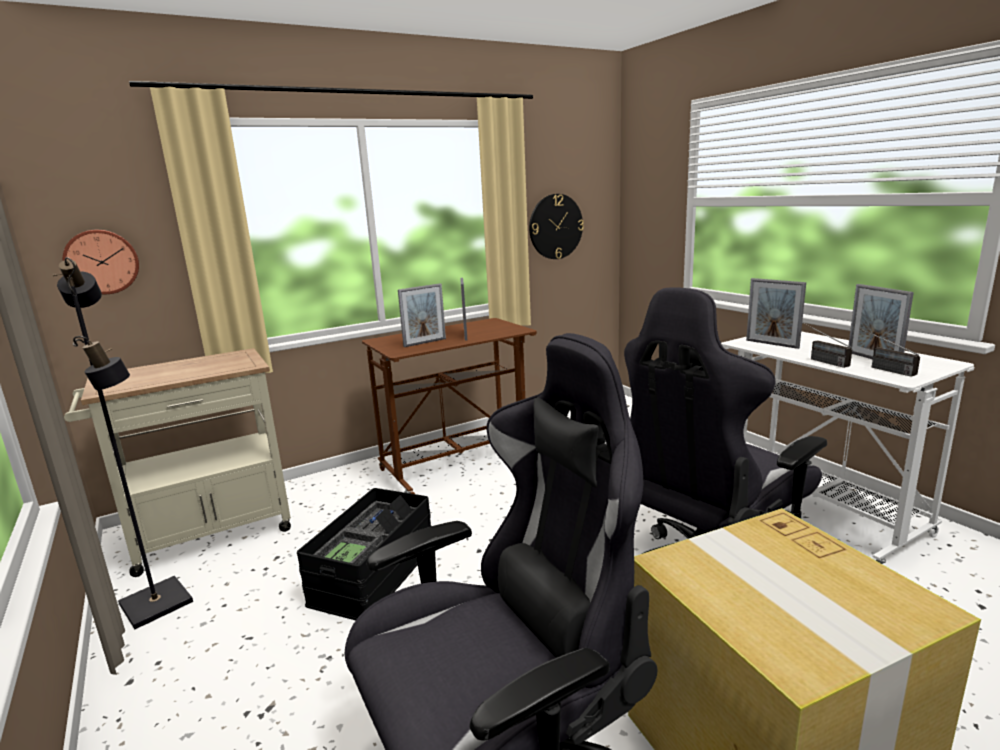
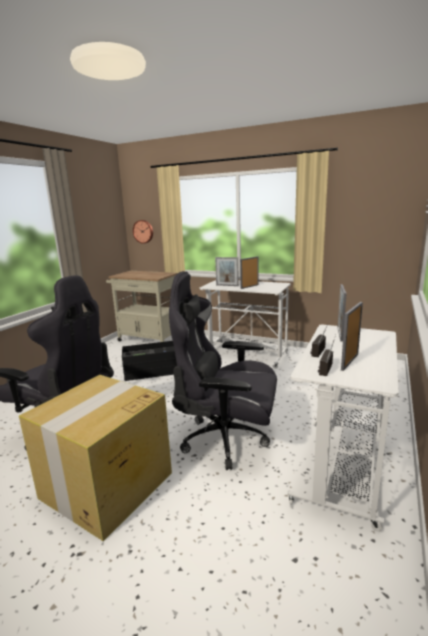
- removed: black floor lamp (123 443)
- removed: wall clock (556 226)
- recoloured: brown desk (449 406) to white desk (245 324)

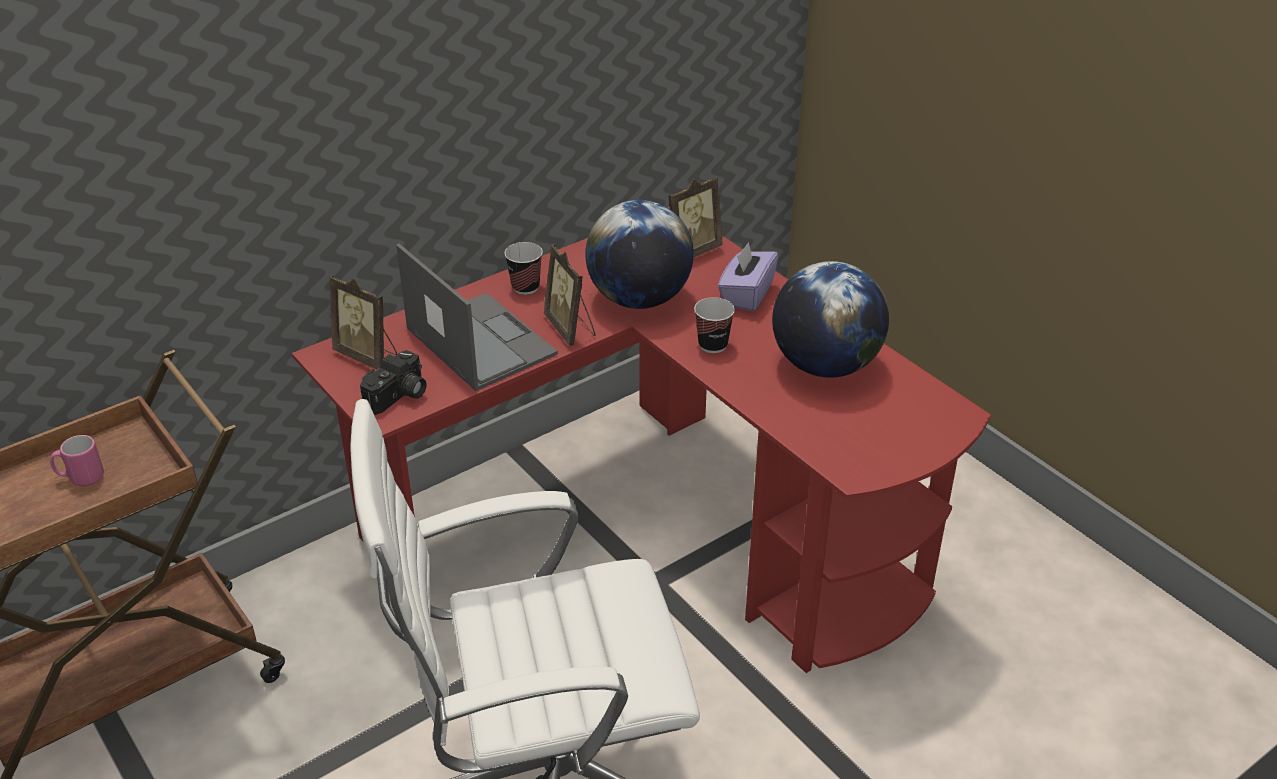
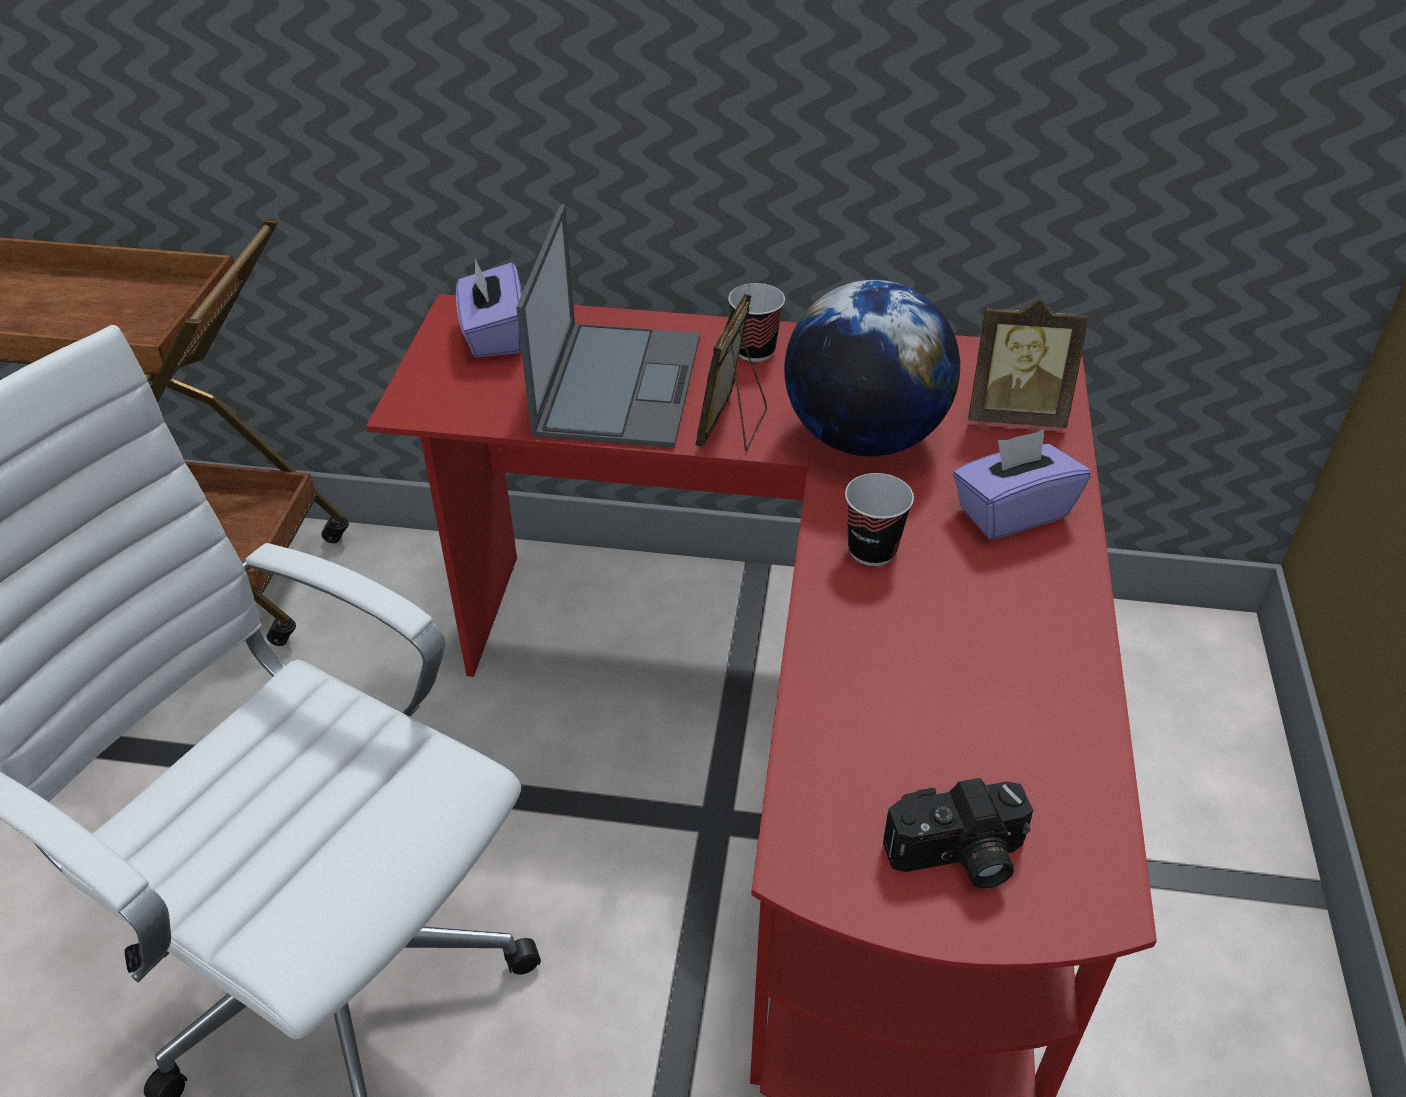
- removed: pink mug (77 460)
- removed: globe (830 319)
- moved: photo camera (393 382) to (958 833)
- replaced: picture frame (363 322) to purple tissue box (489 308)

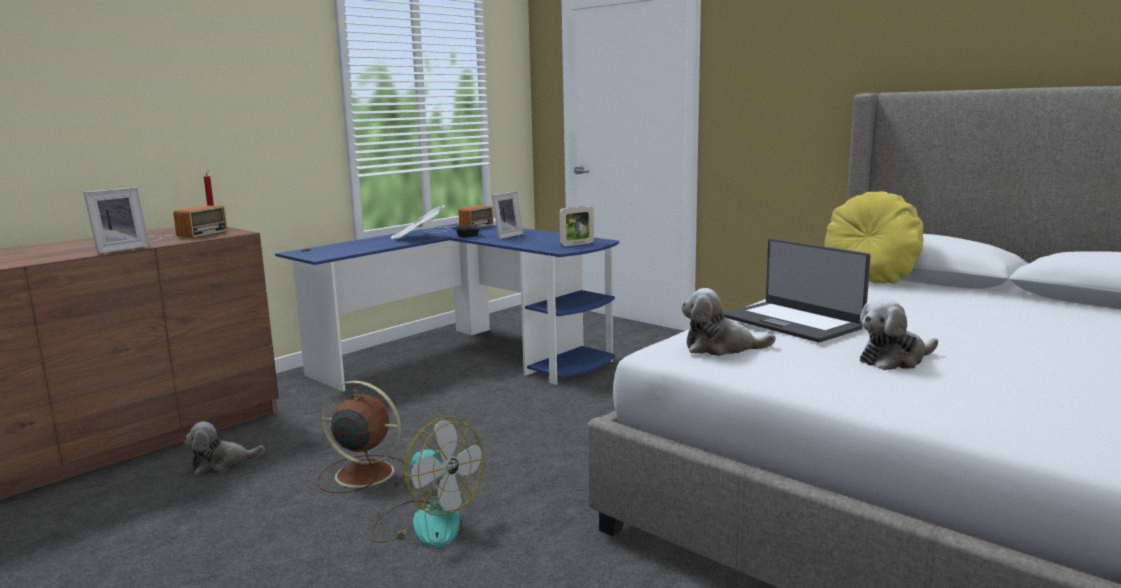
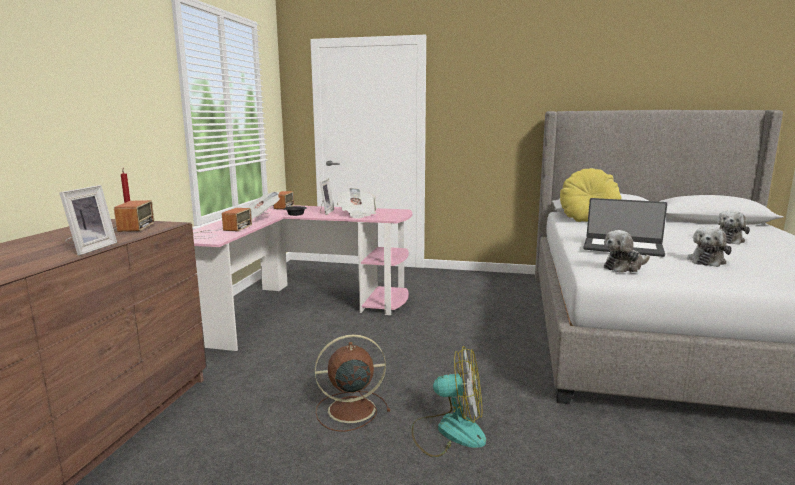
- removed: picture frame (576 226)
- added: radio (222 223)
- added: newspaper (357 203)
- moved: plush toy (224 448) to (733 227)
- recoloured: blue desk (447 307) to pink desk (302 278)

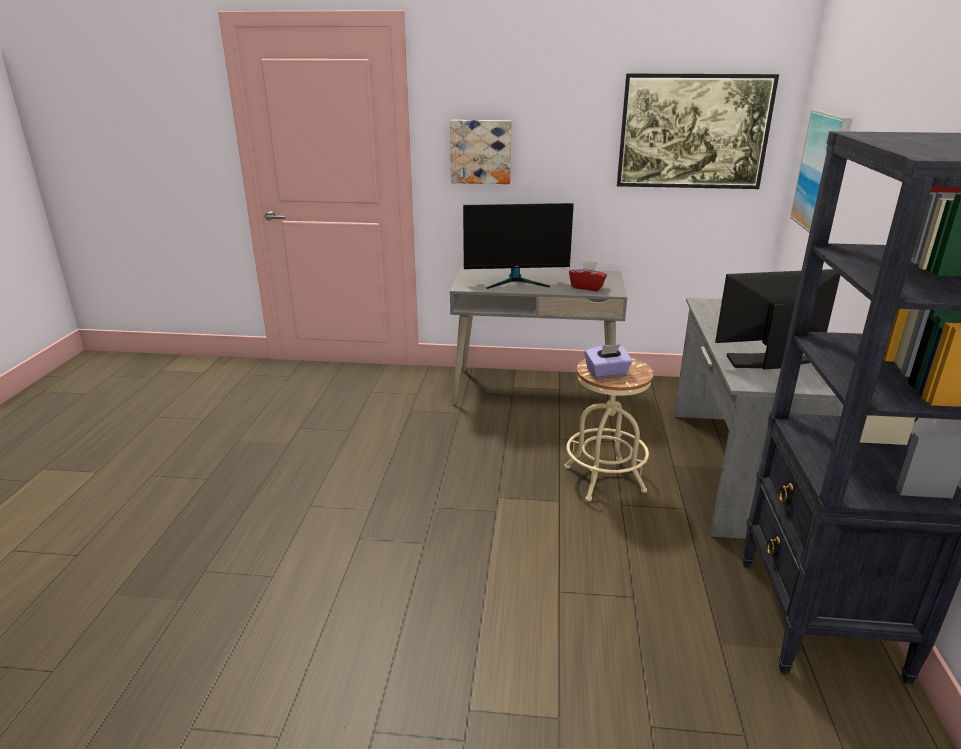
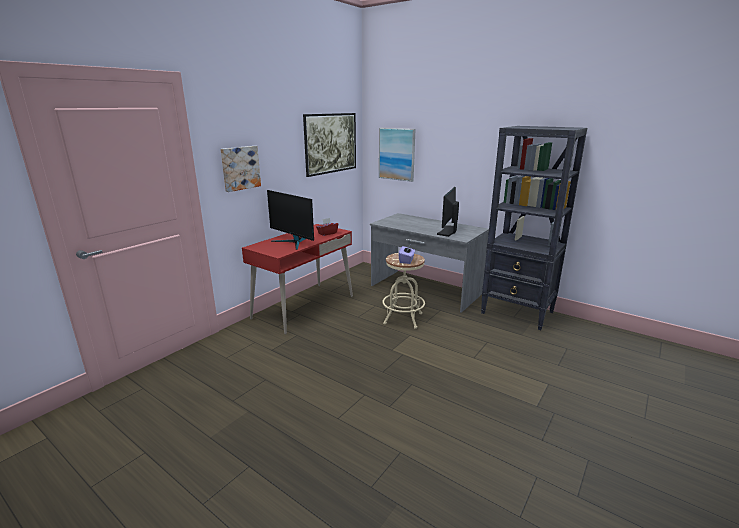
- recoloured: grey desk (538 335) to red desk (297 279)
- turned: monitor (518 246) = (290 220) 105 degrees clockwise

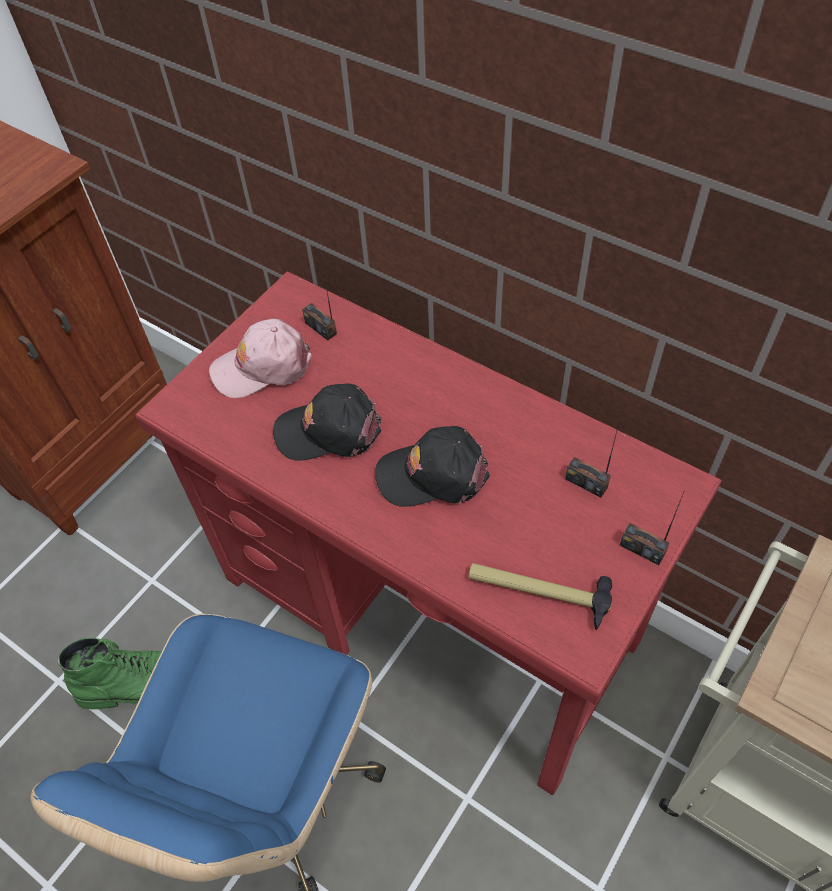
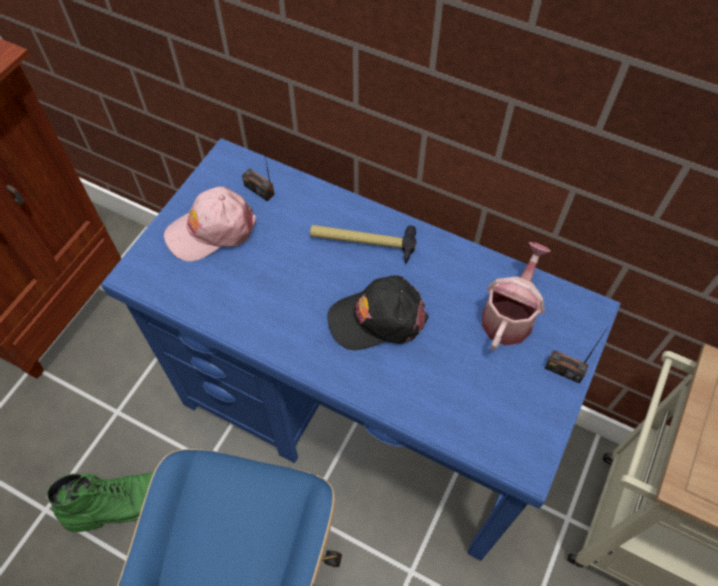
- removed: black cap (327 422)
- moved: hammer (540 596) to (363 244)
- replaced: radio (592 458) to watering can (516 296)
- recoloured: red desk (429 533) to blue desk (361 349)

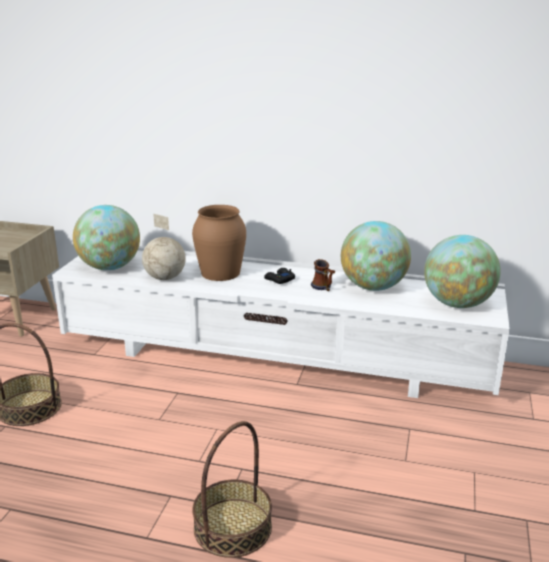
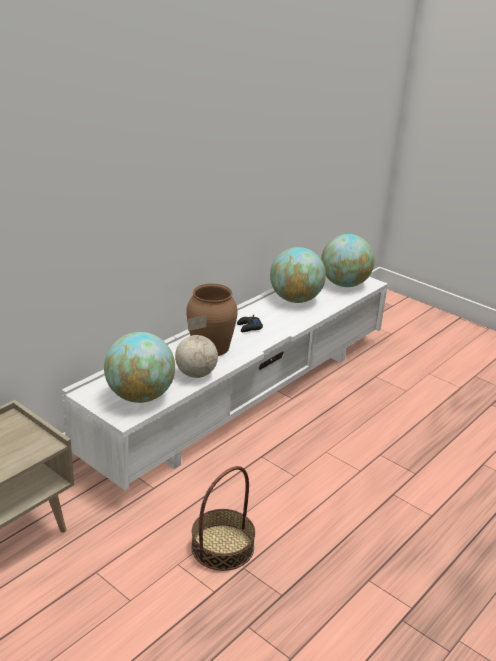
- removed: basket (232 489)
- removed: mug (323 275)

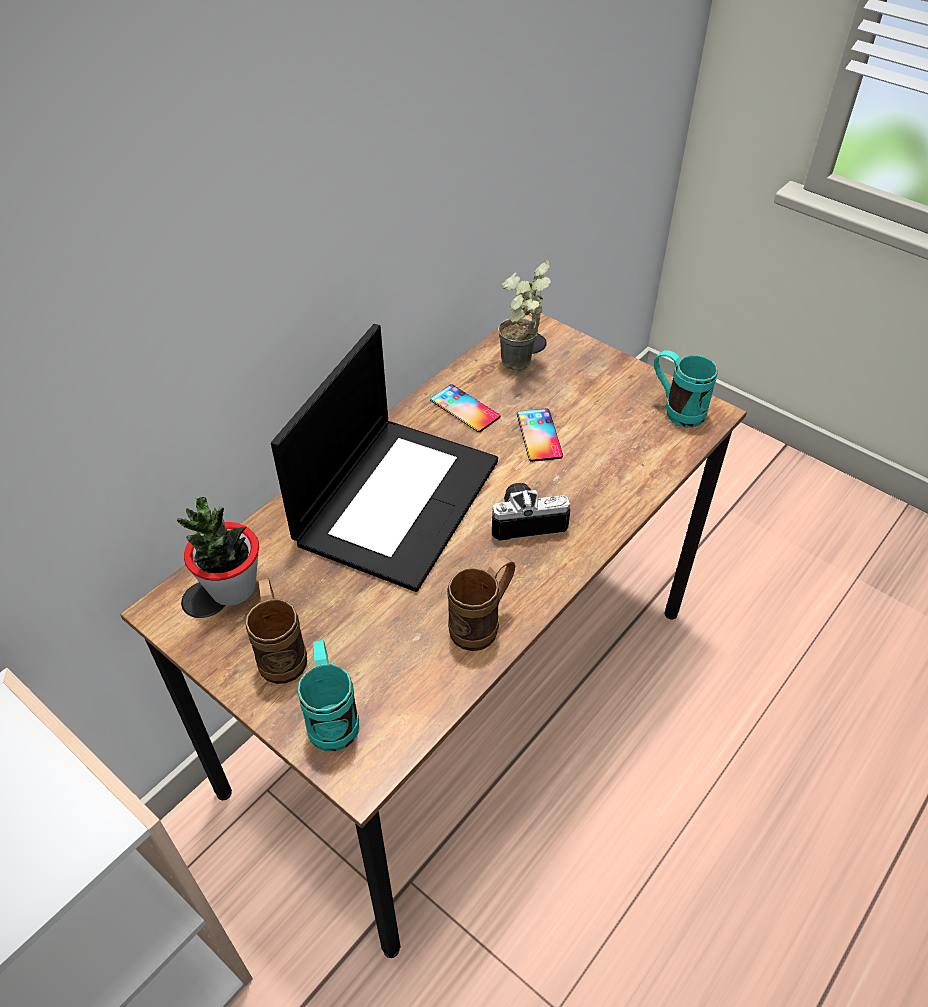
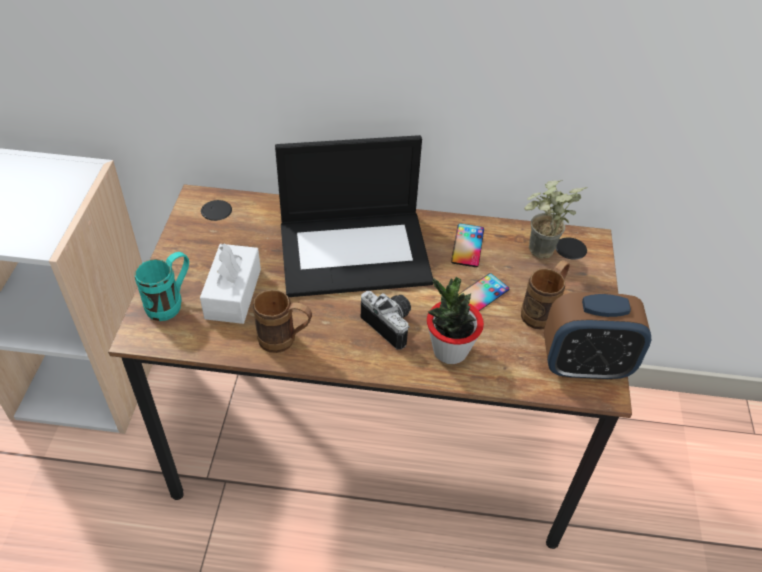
- added: white tissue box (230 283)
- moved: potted plant (218 551) to (455 320)
- moved: brown mug (276 631) to (545 295)
- replaced: turquoise mug (686 389) to alarm clock (597 336)

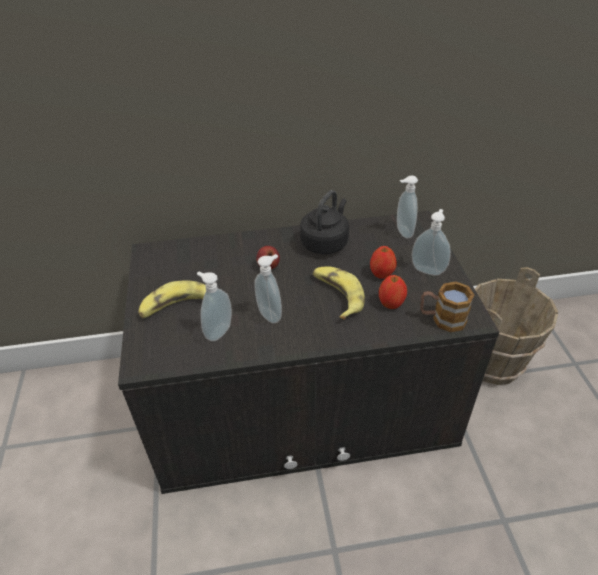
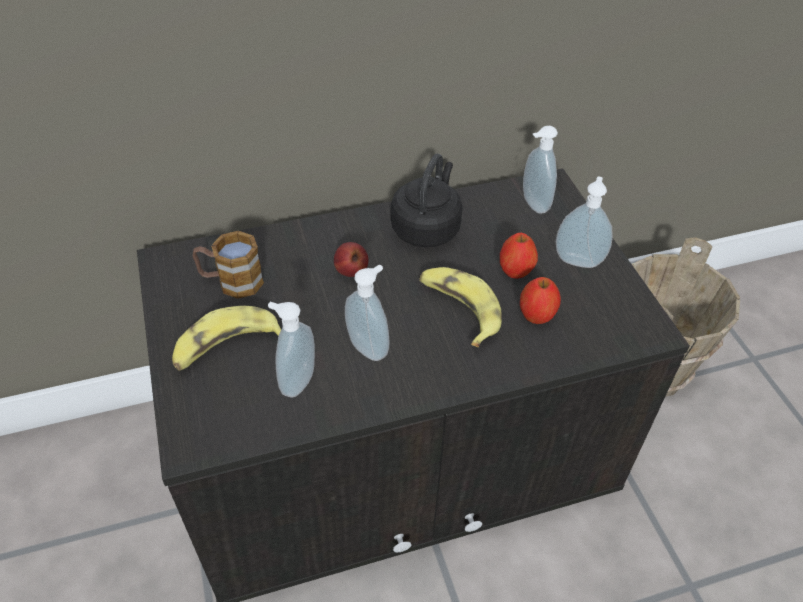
- moved: mug (447 307) to (228 265)

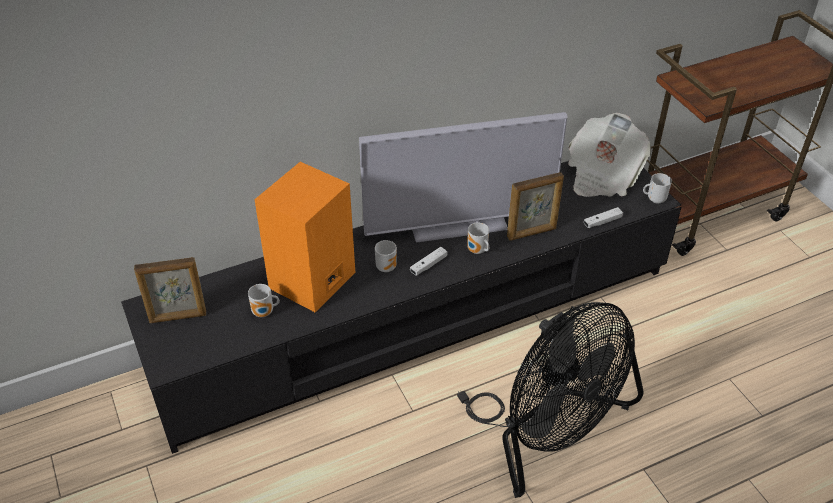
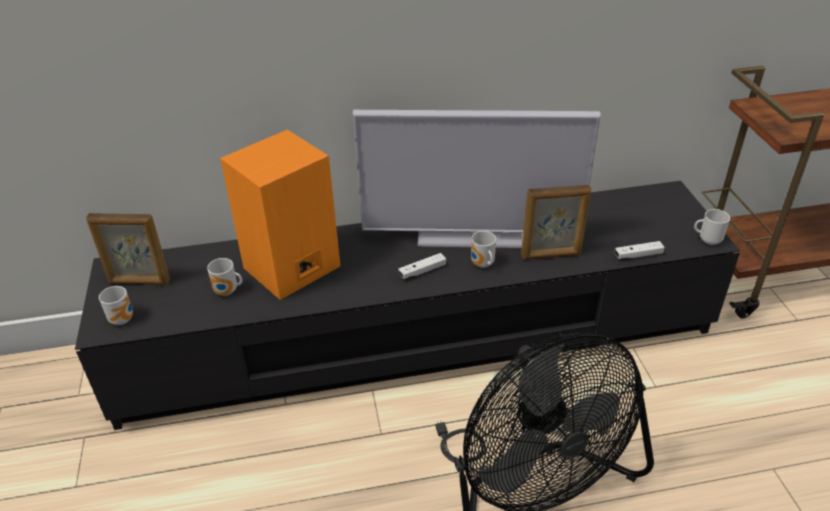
- removed: newspaper (610 155)
- moved: mug (386 256) to (116 305)

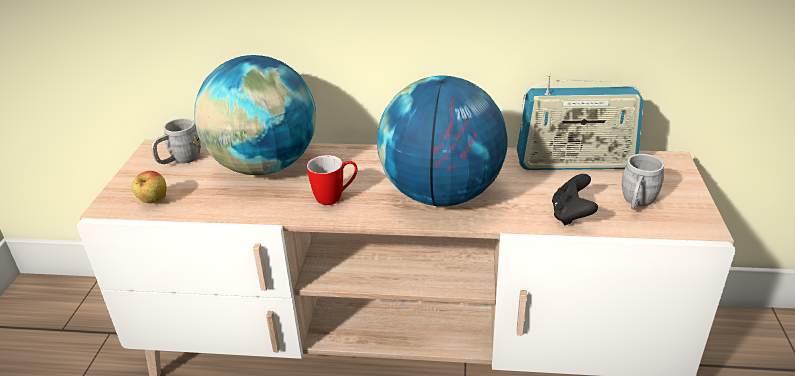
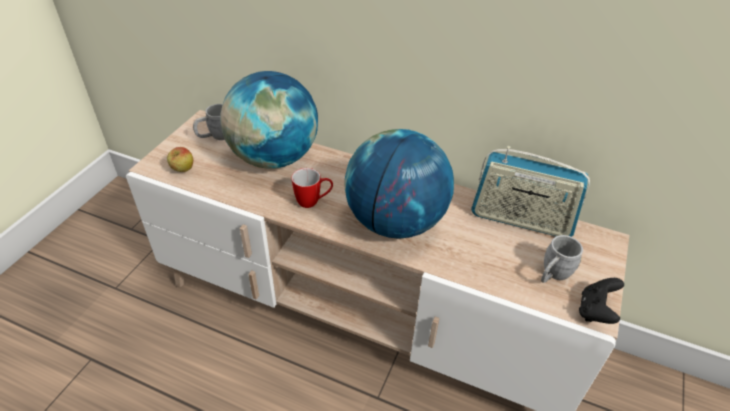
- moved: black game controller (575 200) to (601 301)

